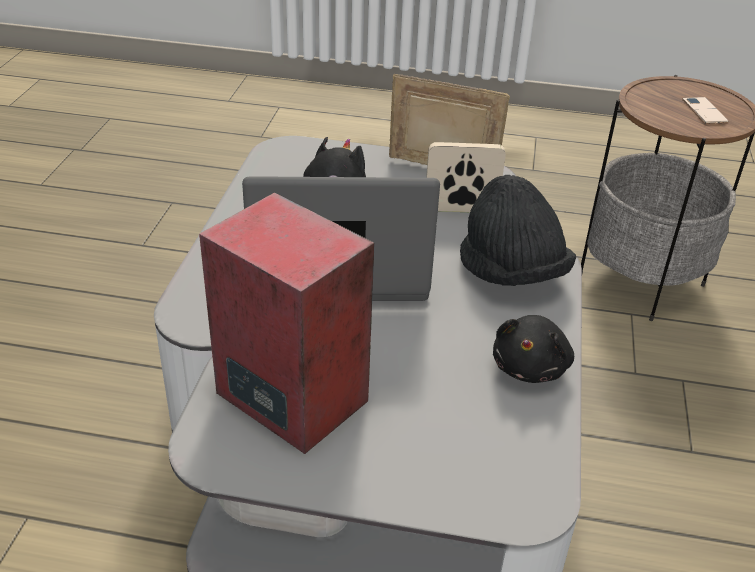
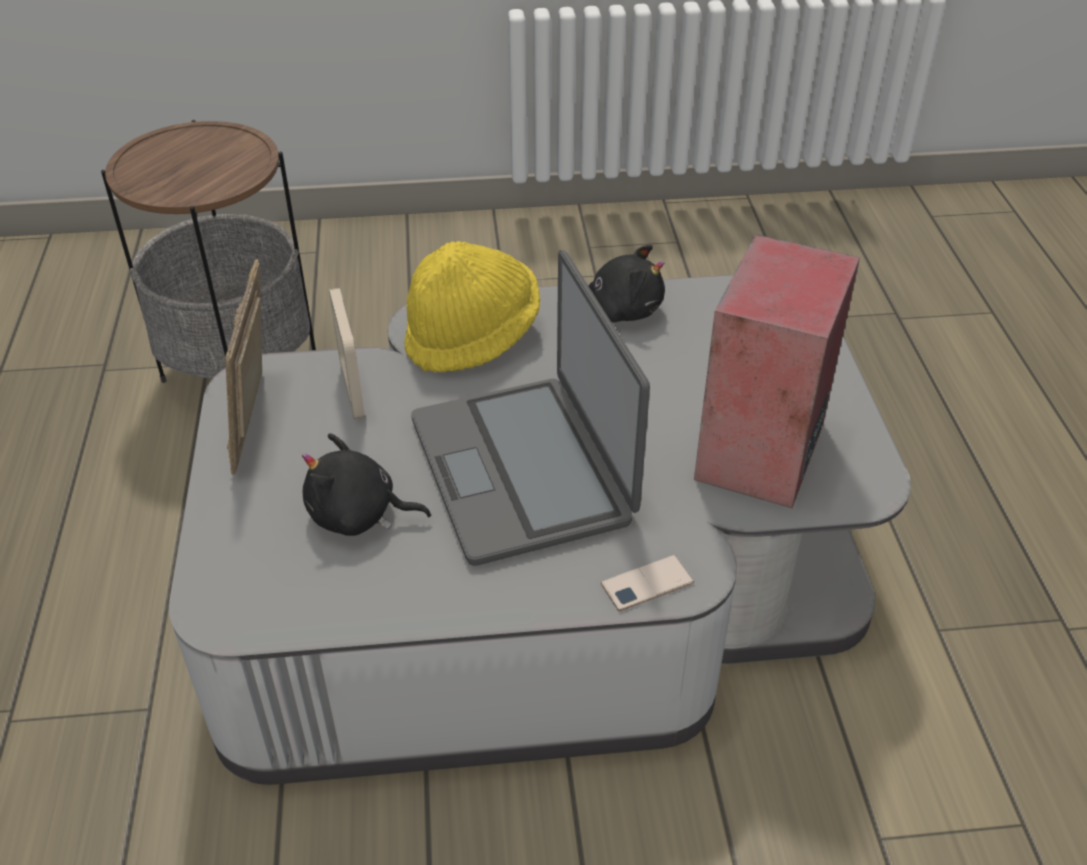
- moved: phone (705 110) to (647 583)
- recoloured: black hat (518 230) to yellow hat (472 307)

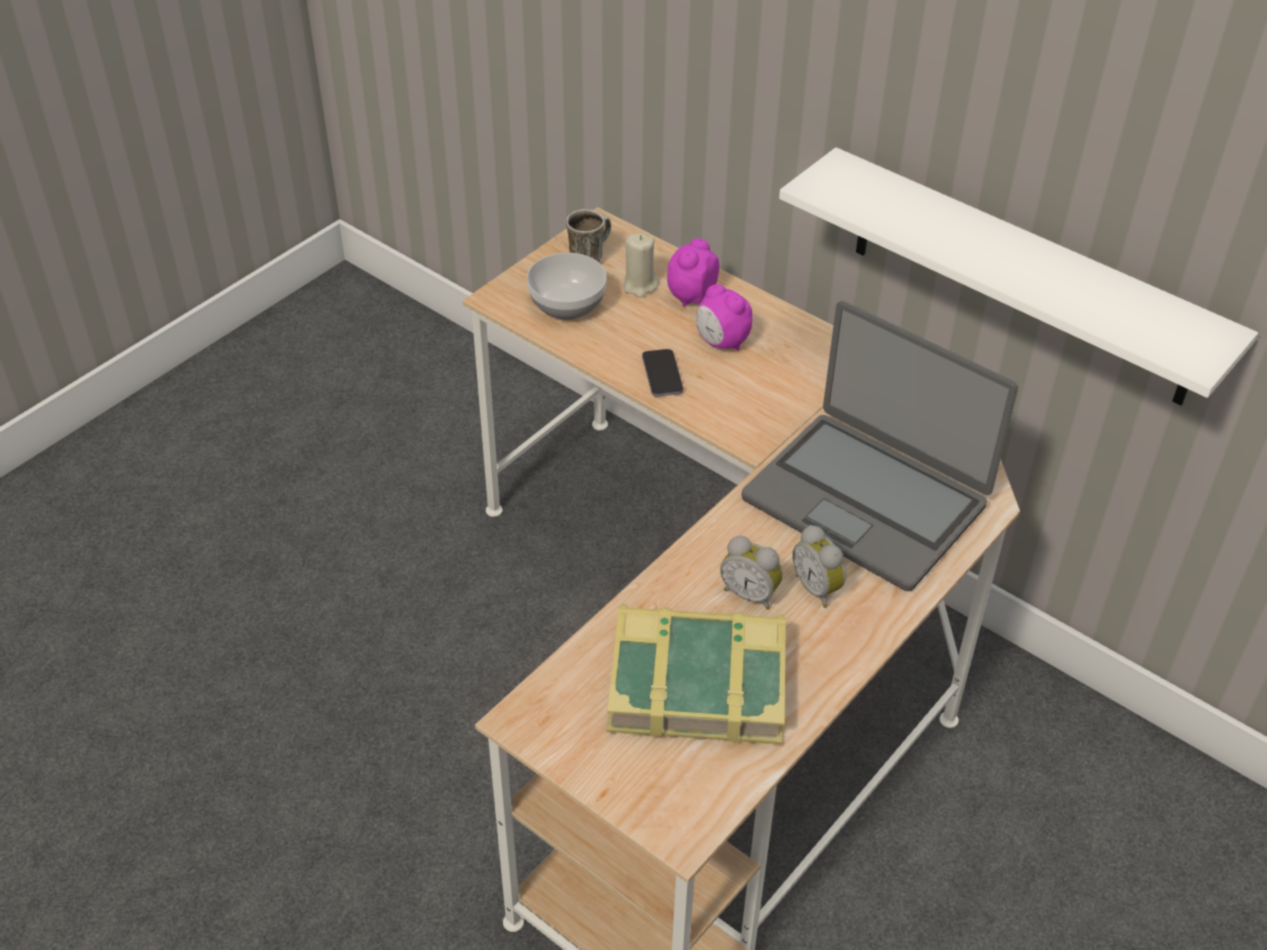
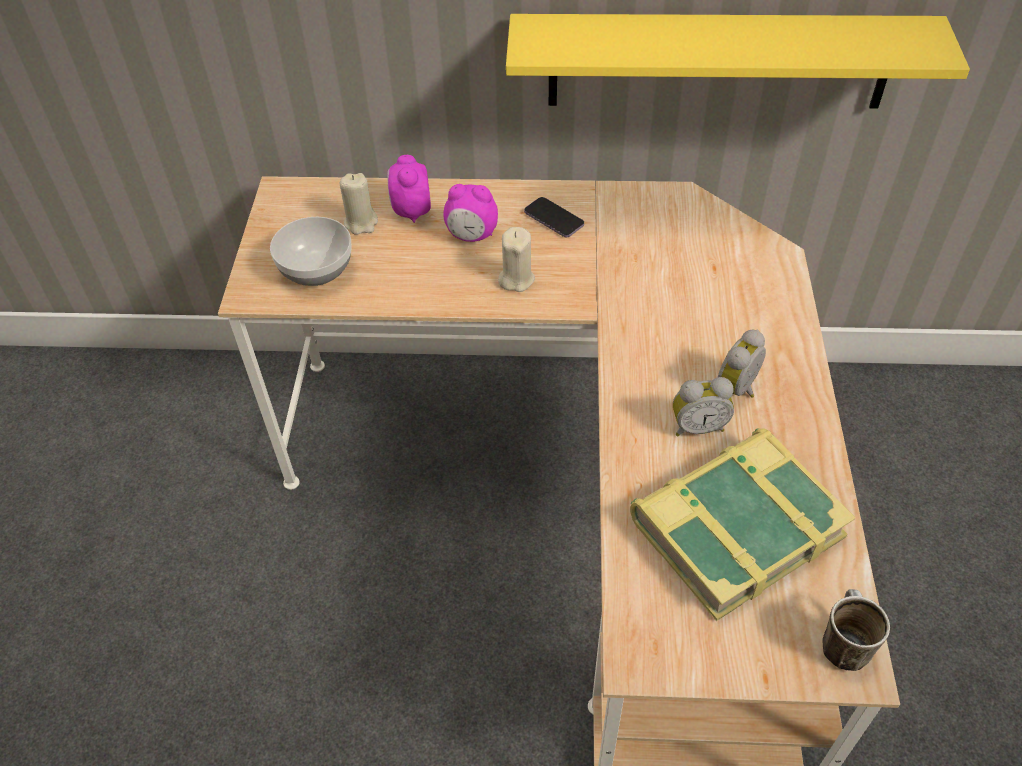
- removed: laptop (879 446)
- added: beige candle (516 259)
- moved: mug (588 235) to (856 630)
- moved: phone (662 373) to (554 217)
- recoloured: white shelf (1018 276) to yellow shelf (738 61)
- turned: alarm clock (819 566) = (742 364) 105 degrees clockwise

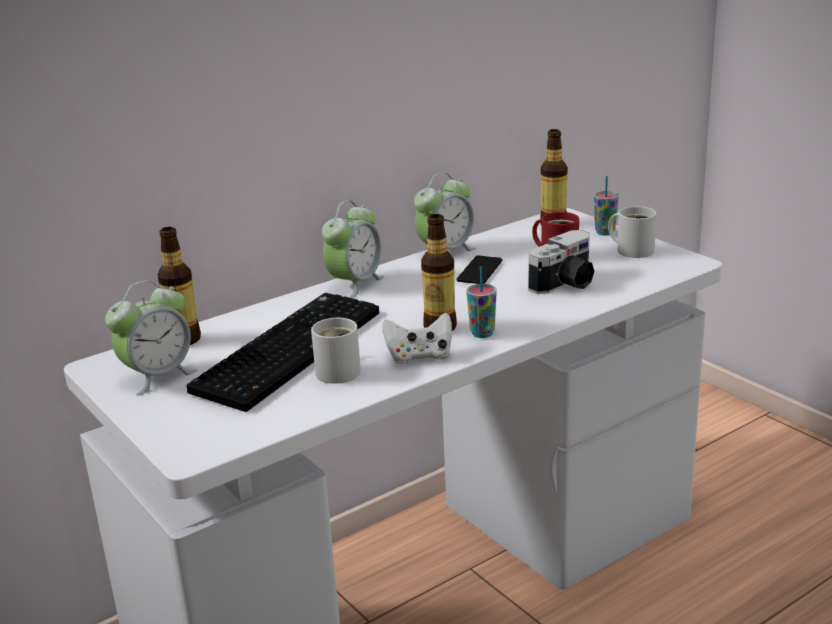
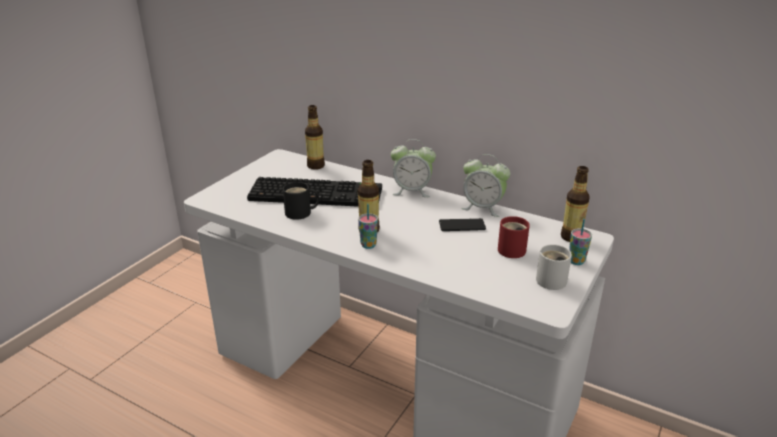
- removed: alarm clock (151 337)
- removed: white game controller (417 338)
- removed: photo camera (561 262)
- recoloured: white mug (336 351) to black mug (301 201)

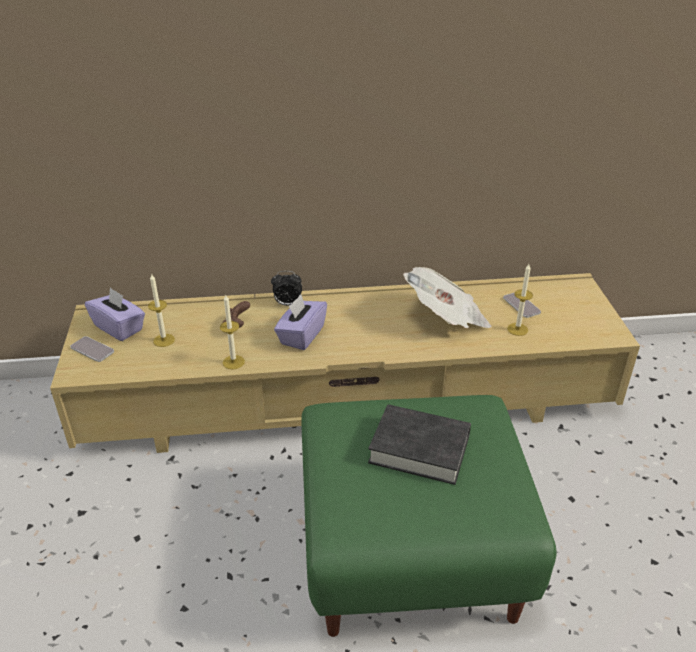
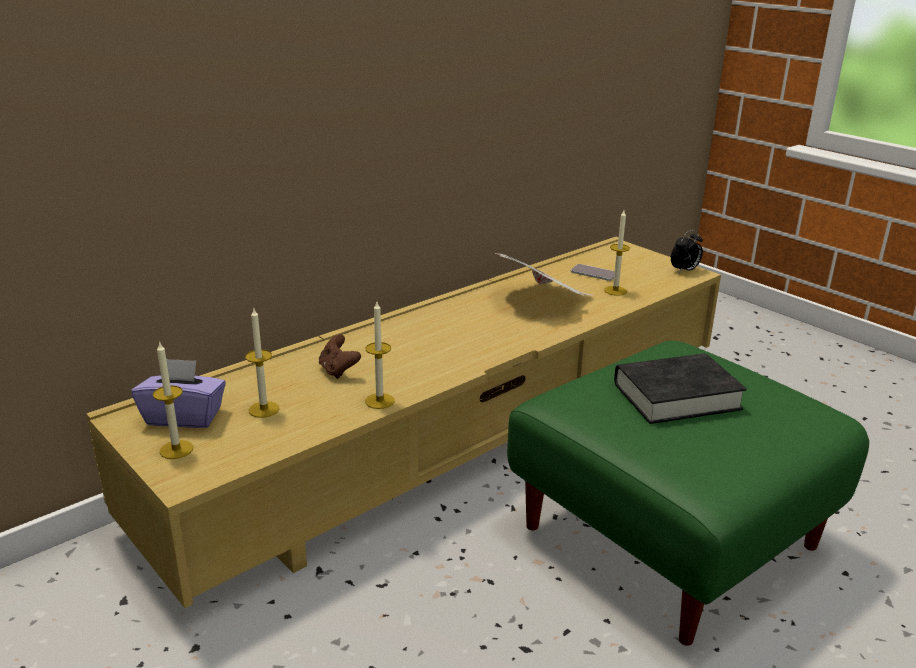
- removed: purple tissue box (300 322)
- moved: alarm clock (286 288) to (687 251)
- replaced: phone (92 349) to candle (173 400)

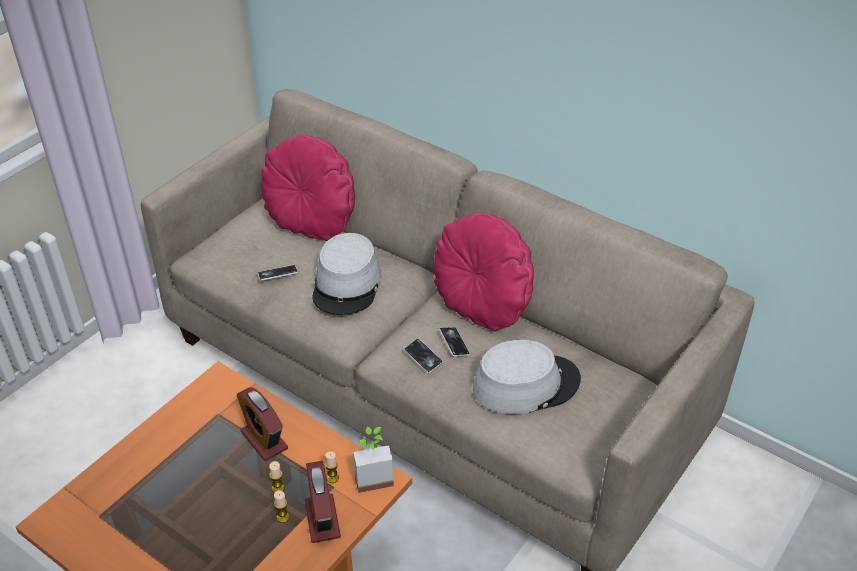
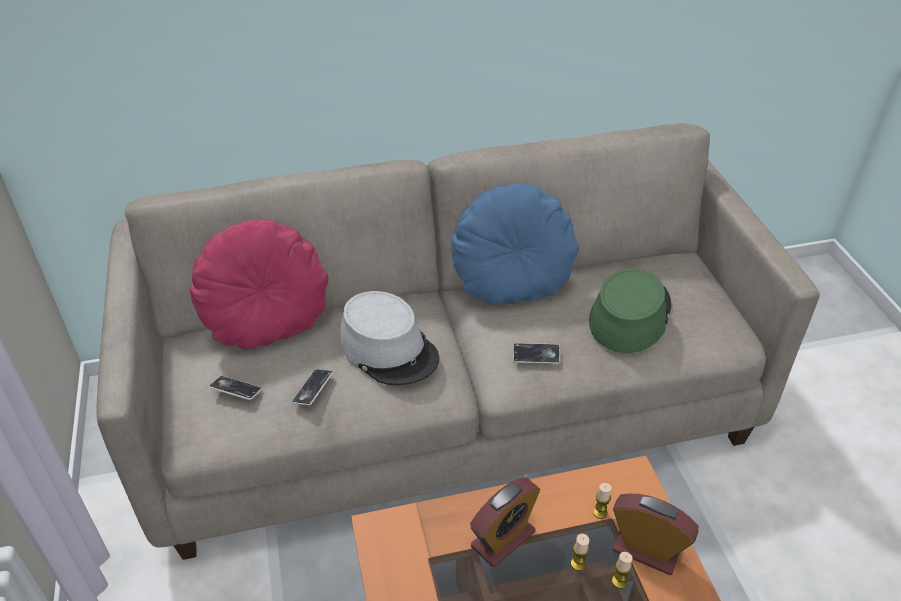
- removed: potted plant (373 459)
- moved: phone (454 342) to (235 388)
- recoloured: pink pillow (484 272) to blue pillow (515 244)
- recoloured: grey hat (527 377) to green hat (630 310)
- turned: alarm clock (262 424) = (505 522) 45 degrees counterclockwise

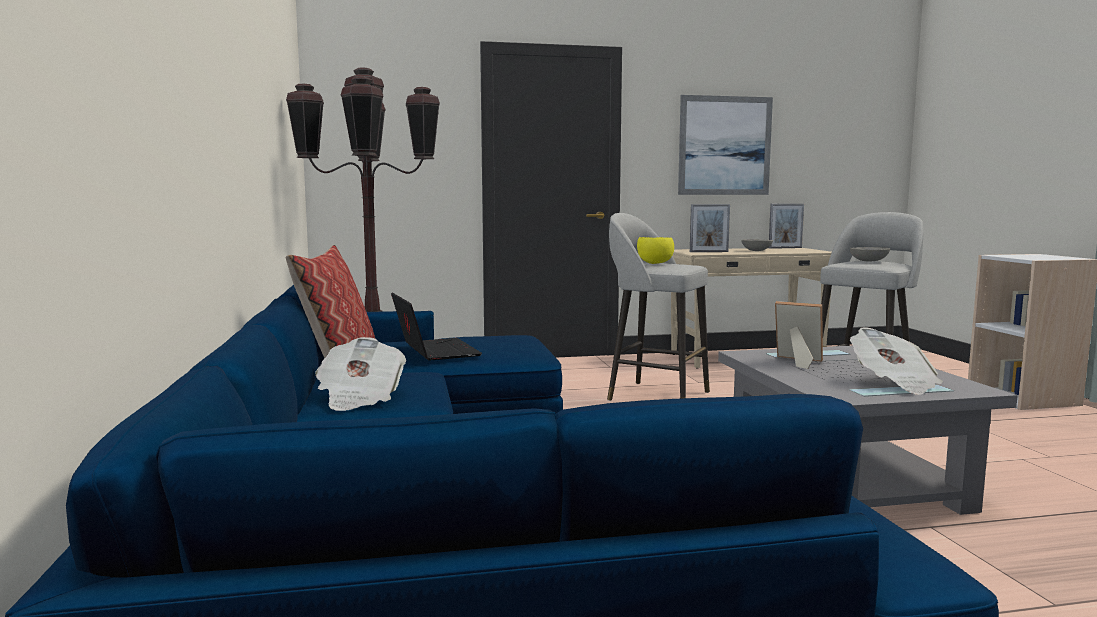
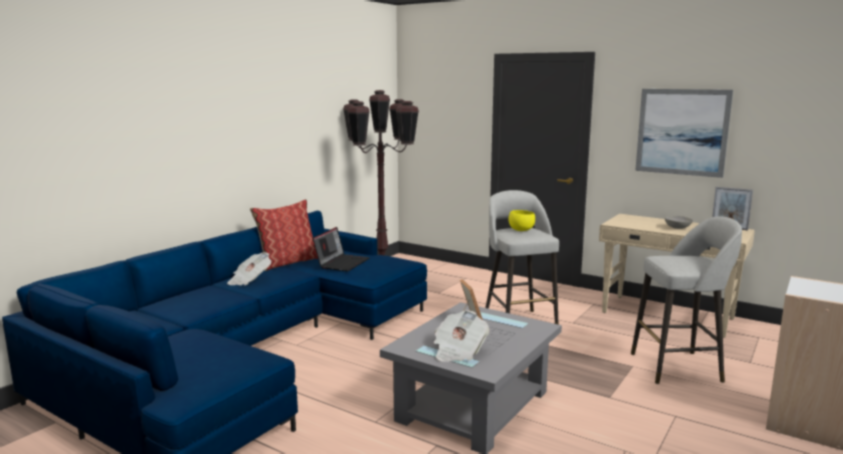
- removed: picture frame (710 228)
- removed: grey bowl (870 254)

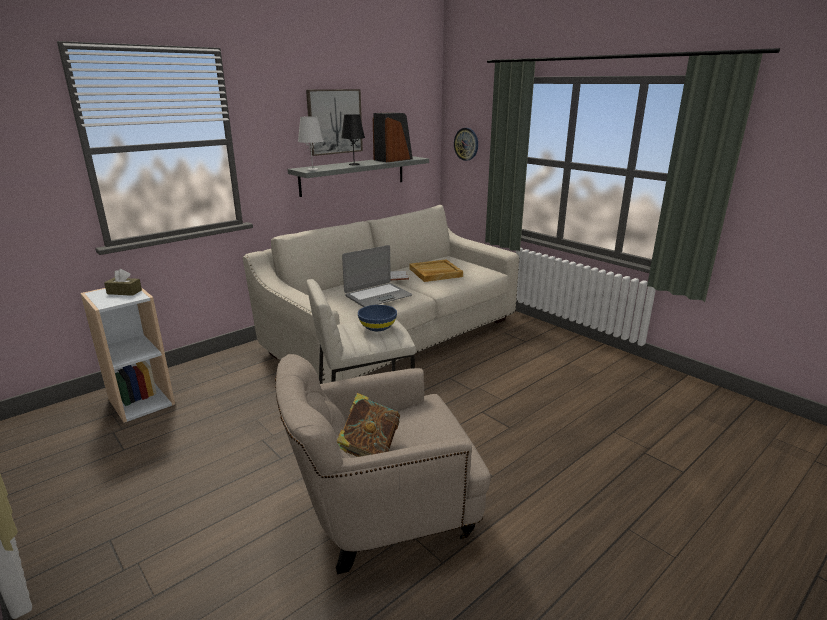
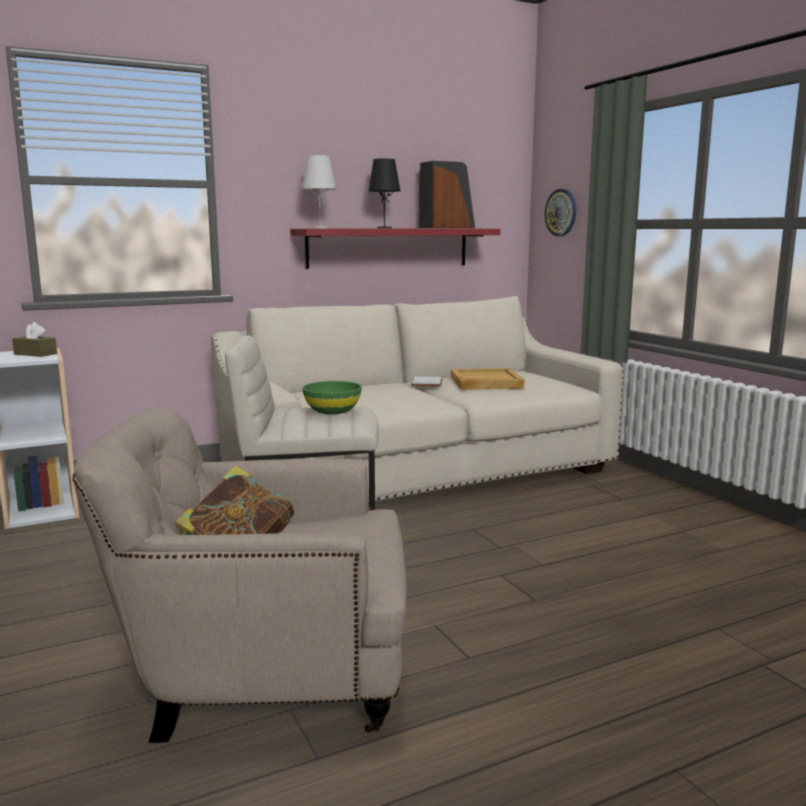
- removed: picture (334 122)
- removed: laptop (377 276)
- recoloured: grey shelf (358 176) to red shelf (395 248)
- recoloured: blue bowl (377 318) to green bowl (332 397)

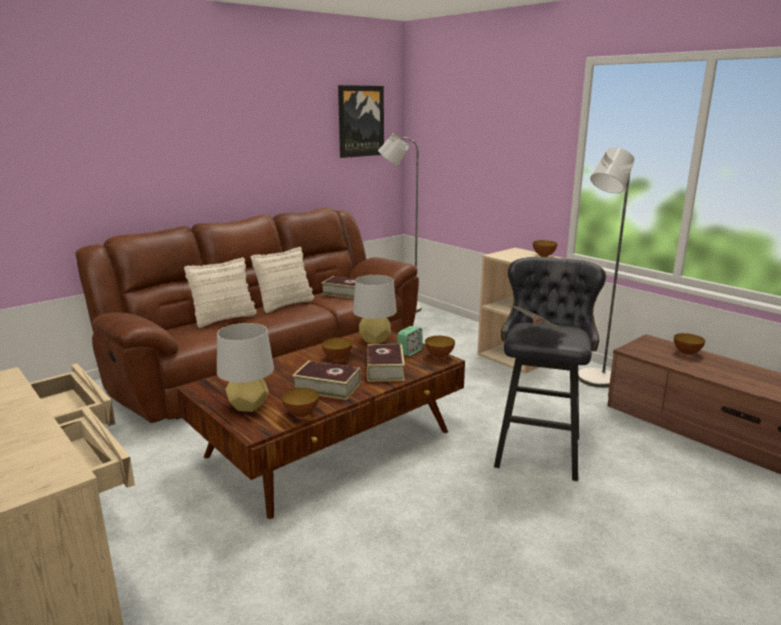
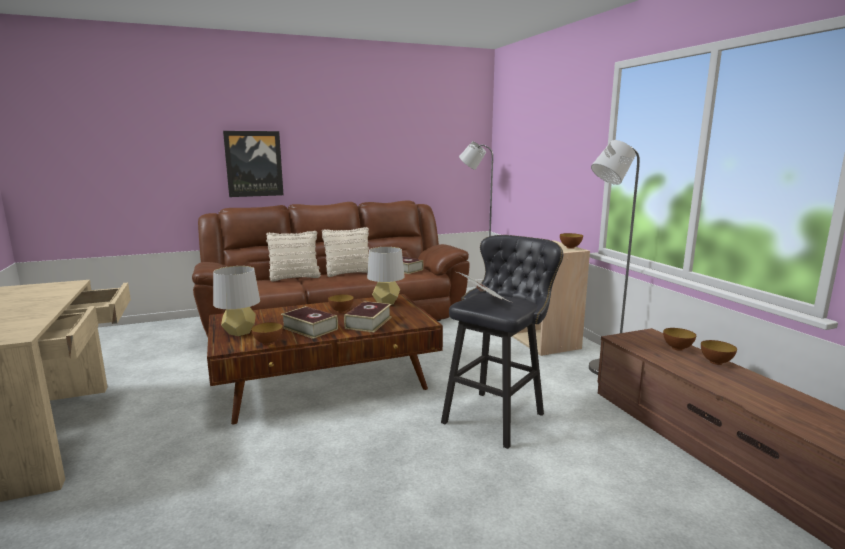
- removed: alarm clock (410 341)
- moved: picture (361 121) to (253 164)
- moved: bowl (440 347) to (719 352)

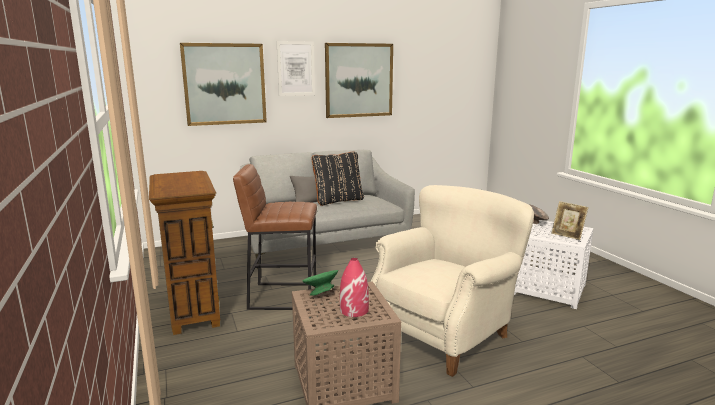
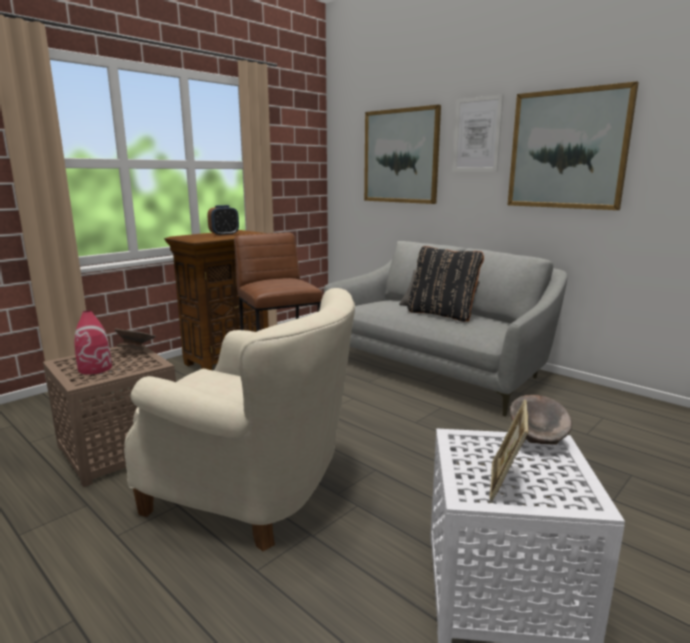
- added: alarm clock (223 220)
- recoloured: green bowl (320 283) to grey bowl (135 339)

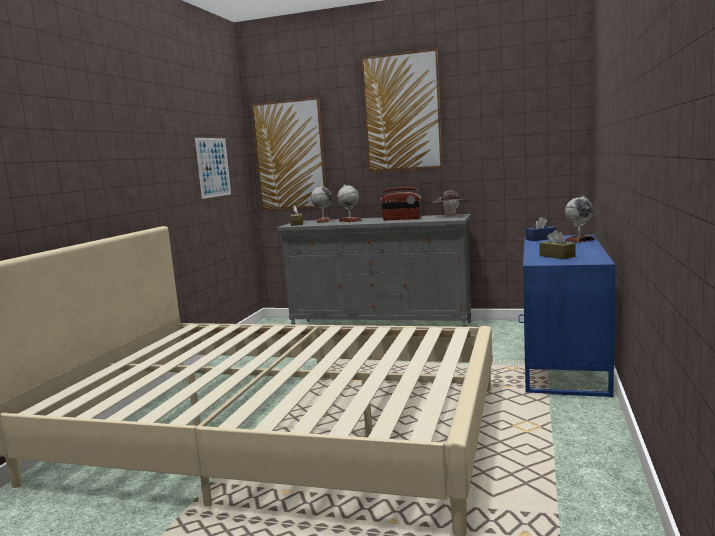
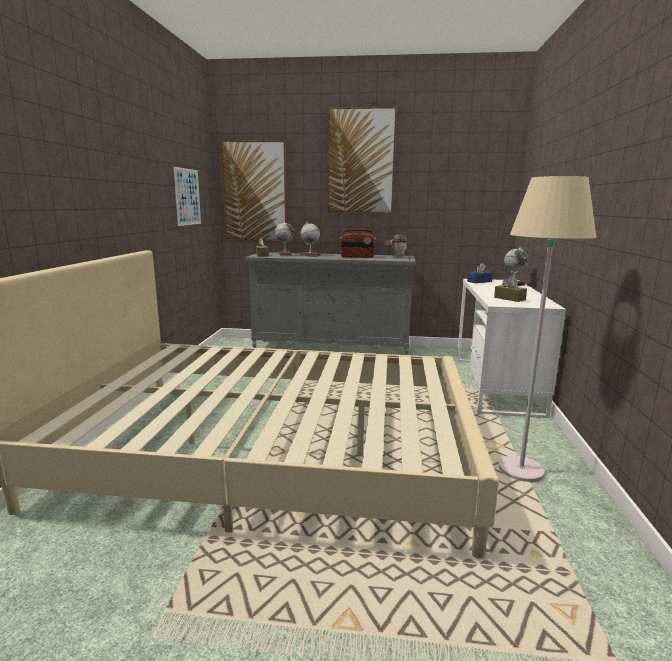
- added: beige floor lamp (547 329)
- recoloured: blue desk (566 316) to white desk (511 348)

